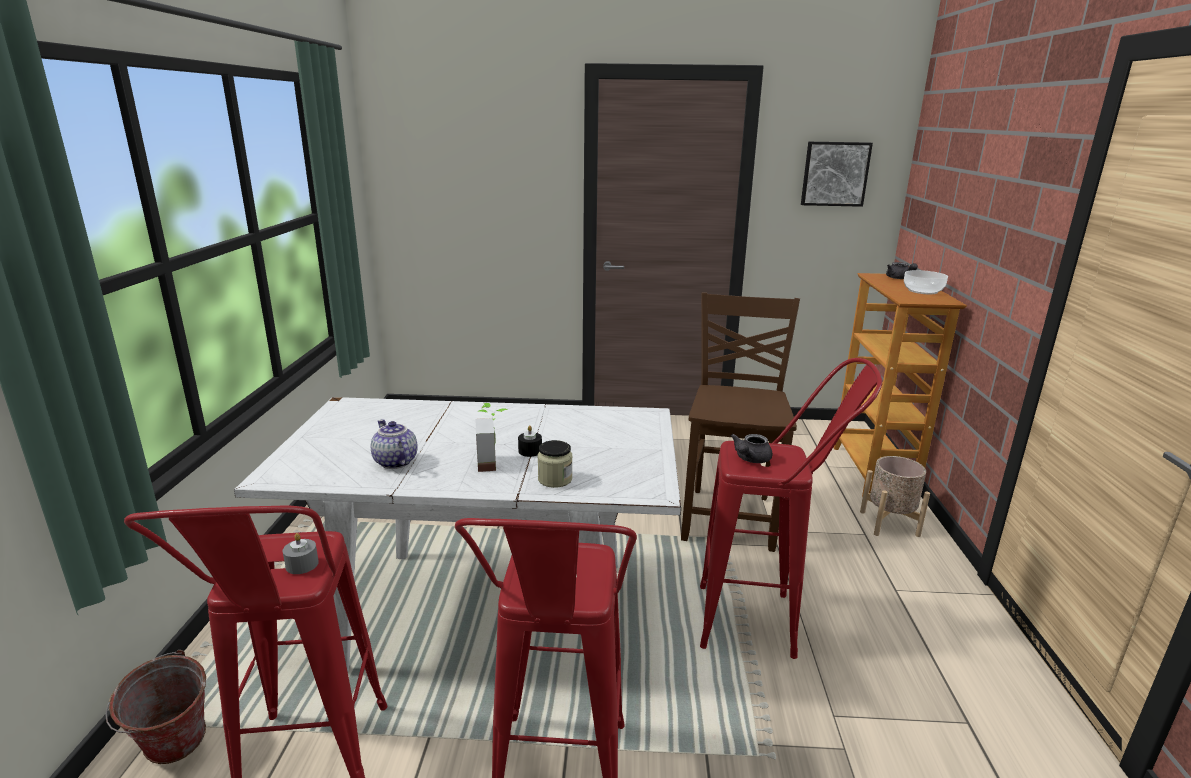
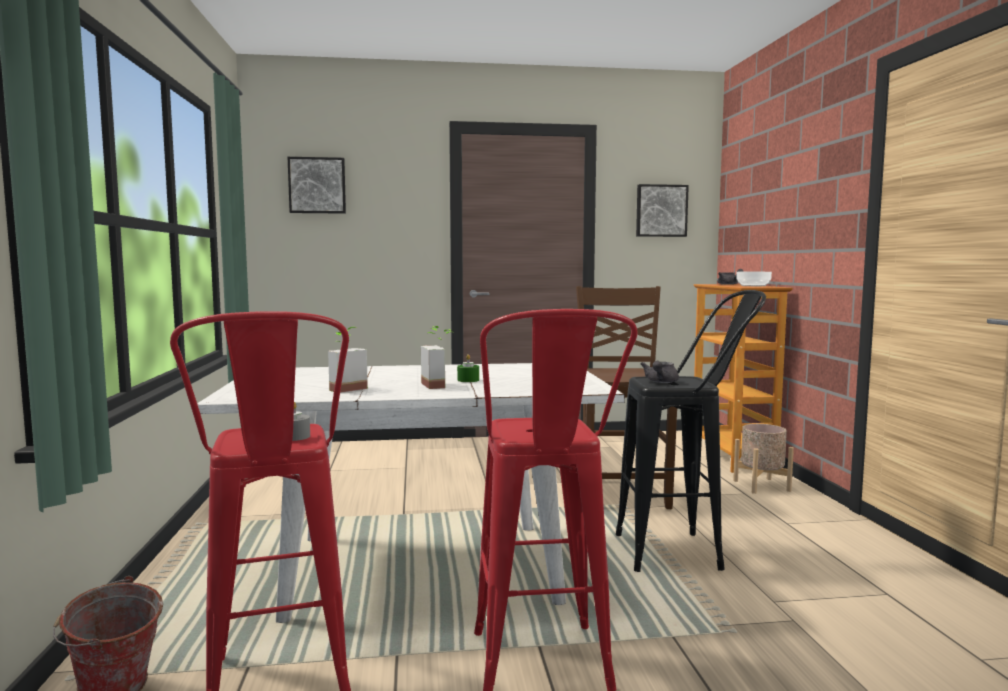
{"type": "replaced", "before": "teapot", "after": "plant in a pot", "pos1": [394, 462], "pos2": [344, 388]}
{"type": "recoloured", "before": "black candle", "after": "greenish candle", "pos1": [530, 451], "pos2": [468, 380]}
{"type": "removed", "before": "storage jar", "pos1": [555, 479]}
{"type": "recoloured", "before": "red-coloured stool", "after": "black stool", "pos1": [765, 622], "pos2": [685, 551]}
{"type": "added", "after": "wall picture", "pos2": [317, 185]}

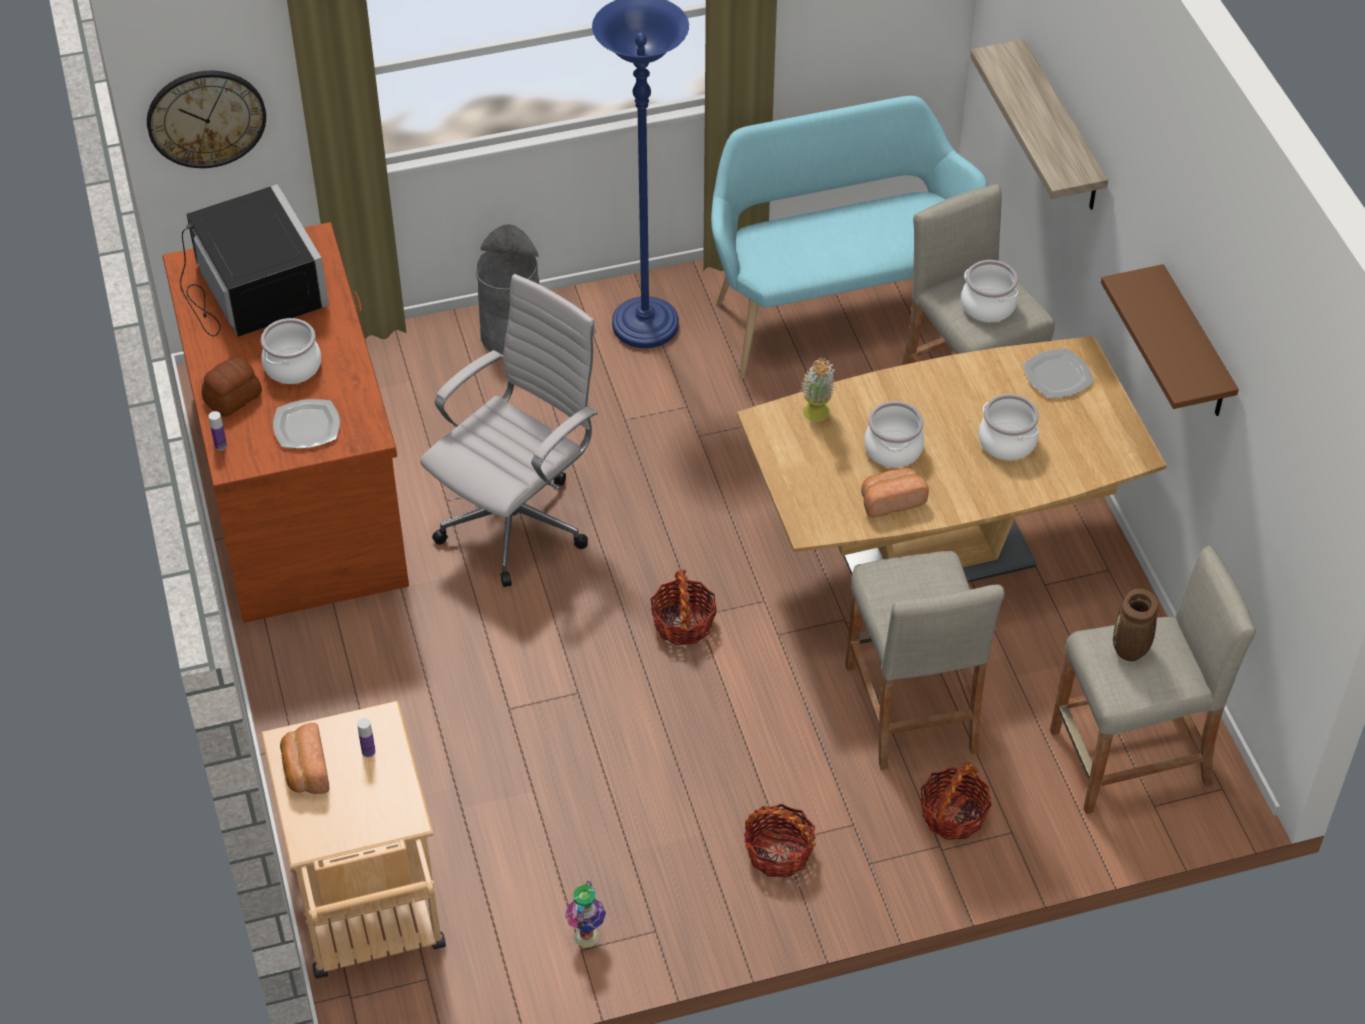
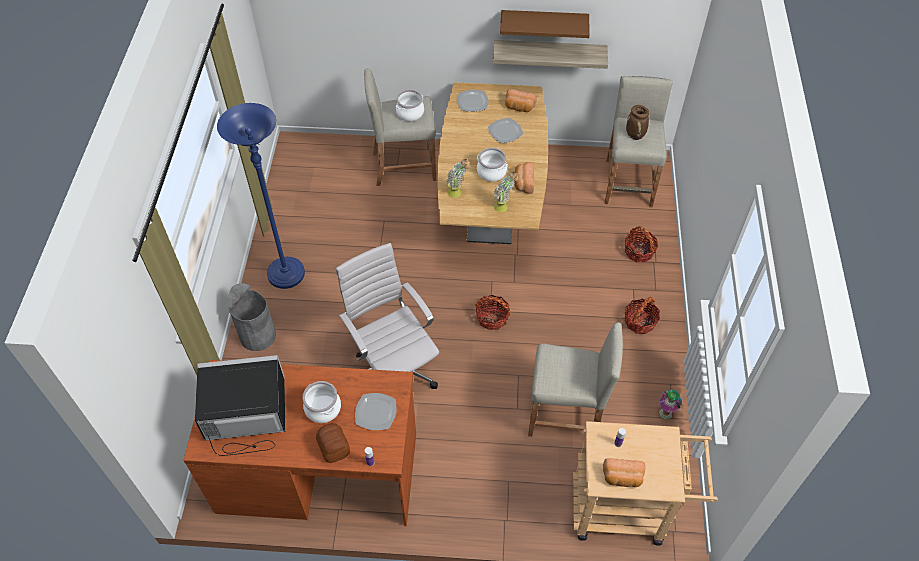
{"type": "removed", "before": "clock on the wall", "pos1": [206, 118]}
{"type": "removed", "before": "turquoise bench", "pos1": [839, 309]}
{"type": "moved", "before": "sand-coloured stool", "pos1": [910, 708], "pos2": [566, 415]}
{"type": "moved", "before": "shelf", "pos1": [1061, 129], "pos2": [549, 53]}
{"type": "replaced", "before": "cooking pot", "after": "dinner plate", "pos1": [1006, 442], "pos2": [505, 132]}
{"type": "added", "after": "plant in a pot", "pos2": [504, 207]}
{"type": "added", "after": "bread", "pos2": [519, 107]}

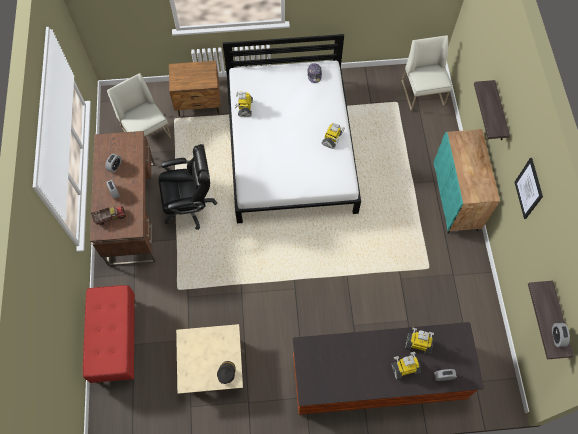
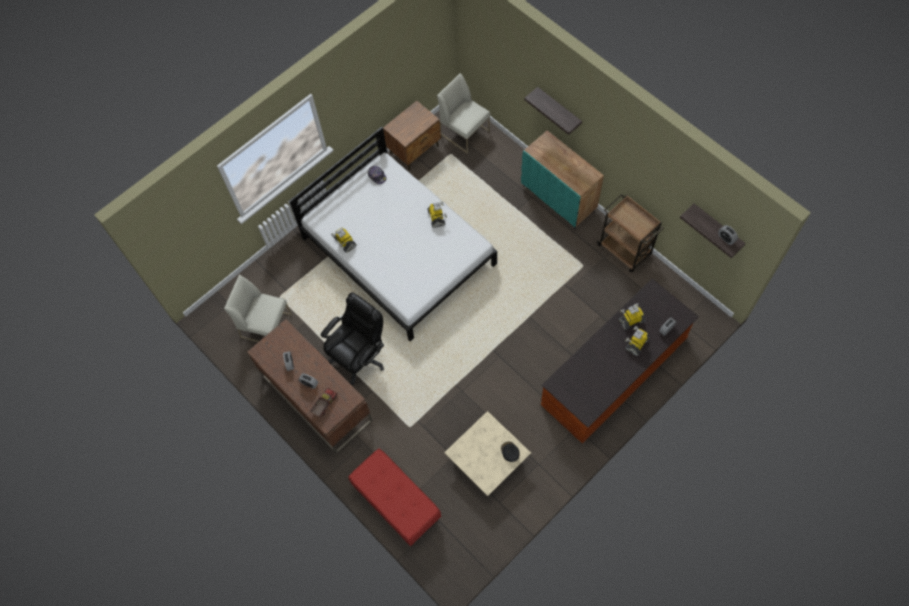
{"type": "moved", "before": "brown night table", "pos1": [199, 103], "pos2": [414, 150]}
{"type": "removed", "before": "wall picture", "pos1": [529, 188]}
{"type": "added", "after": "brown trolley", "pos2": [625, 250]}

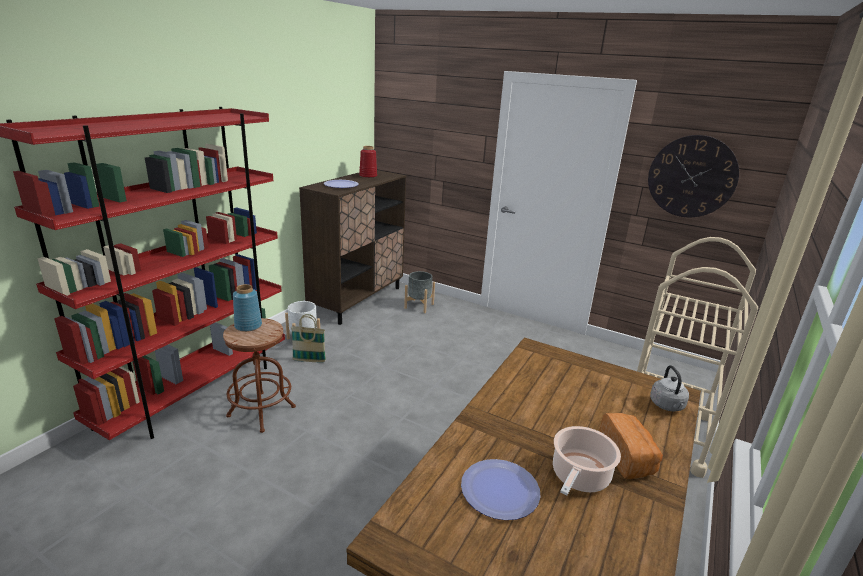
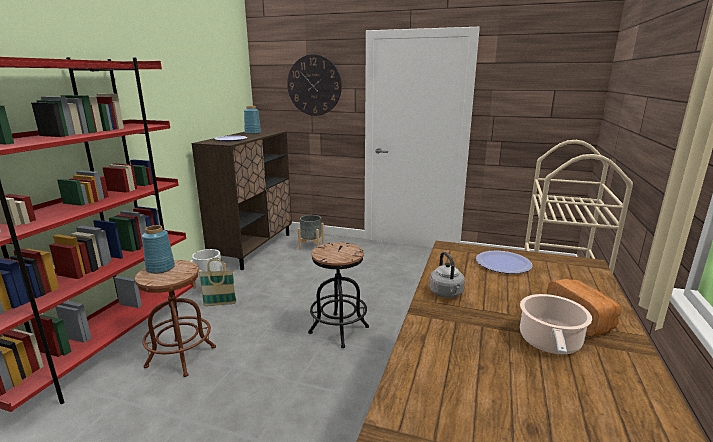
{"type": "recoloured", "before": "red-coloured decorative vase", "after": "blue-coloured decorative vase", "pos1": [368, 176], "pos2": [252, 133]}
{"type": "moved", "before": "dinner plate", "pos1": [499, 490], "pos2": [503, 263]}
{"type": "moved", "before": "clock on the wall", "pos1": [691, 177], "pos2": [314, 85]}
{"type": "moved", "before": "greyish water kettle", "pos1": [667, 406], "pos2": [447, 294]}
{"type": "added", "after": "black stool", "pos2": [338, 330]}

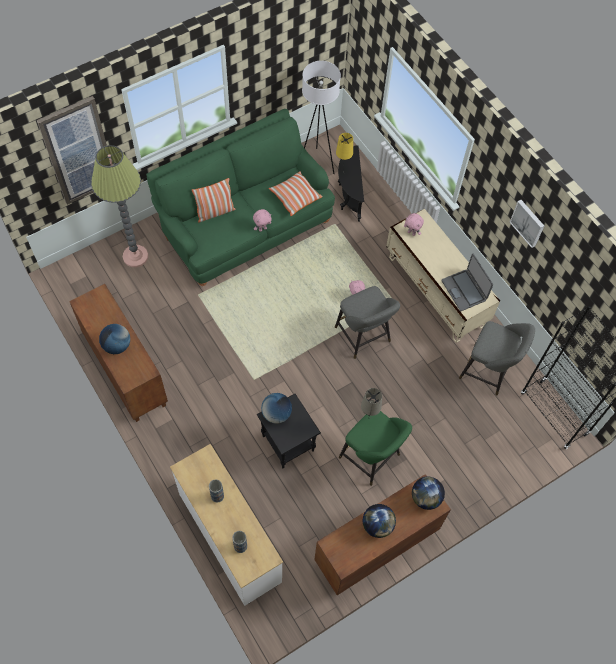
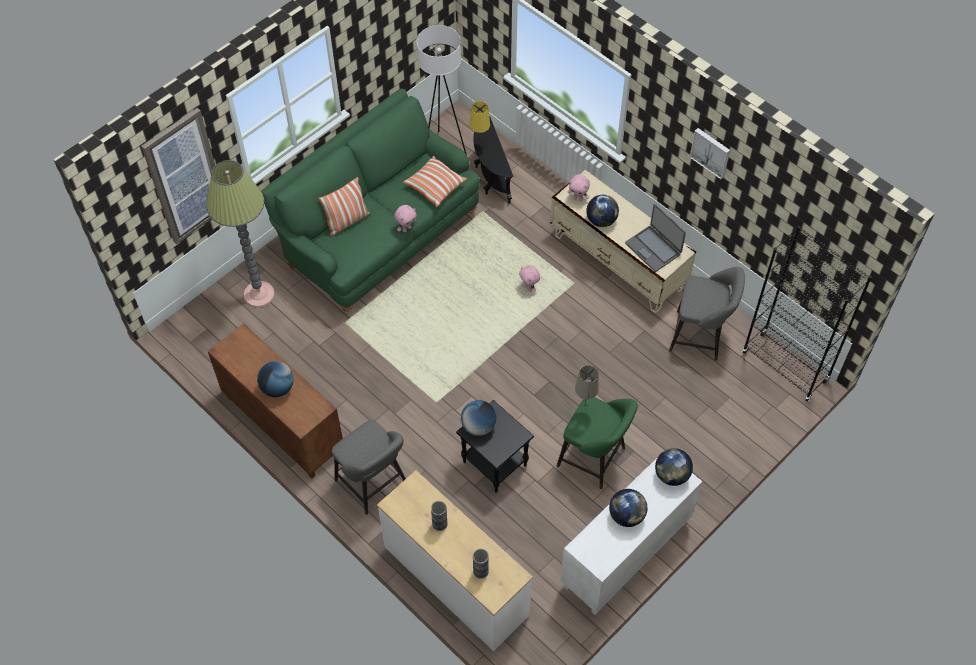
{"type": "recoloured", "before": "brown cupboard", "after": "white-coloured cupboard", "pos1": [376, 548], "pos2": [625, 555]}
{"type": "moved", "before": "greyish stool", "pos1": [364, 337], "pos2": [373, 484]}
{"type": "added", "after": "world globe", "pos2": [601, 220]}

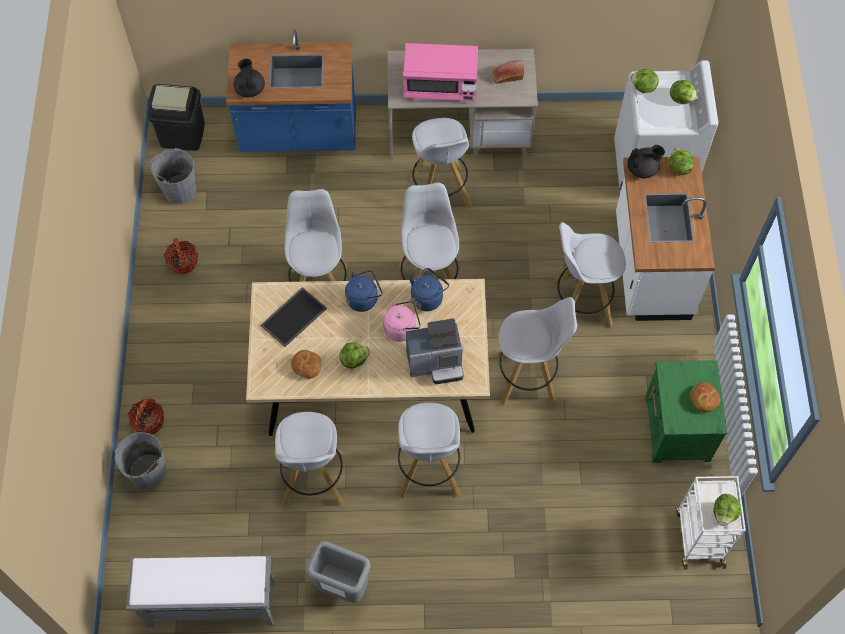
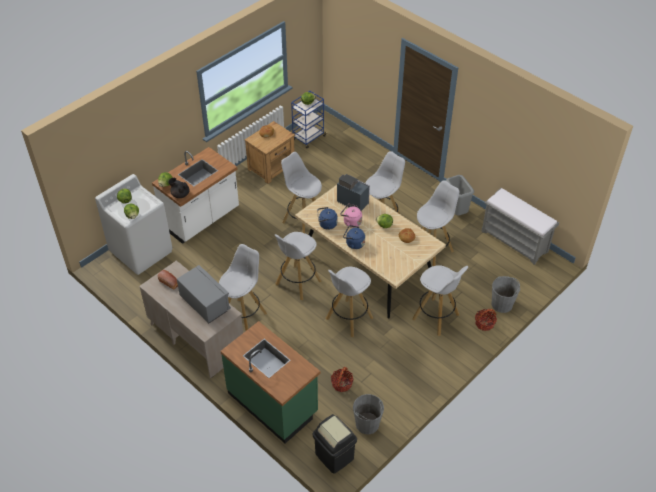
{"type": "moved", "before": "storage basket", "pos1": [183, 262], "pos2": [342, 384]}
{"type": "recoloured", "before": "blue-coloured kitchen base unit", "after": "greenish kitchen base unit", "pos1": [298, 134], "pos2": [273, 402]}
{"type": "removed", "before": "black teapot", "pos1": [250, 89]}
{"type": "removed", "before": "tray", "pos1": [293, 316]}
{"type": "recoloured", "before": "pink microwave", "after": "greyish microwave", "pos1": [440, 86], "pos2": [205, 303]}
{"type": "moved", "before": "white-coloured stool", "pos1": [580, 303], "pos2": [436, 317]}
{"type": "recoloured", "before": "greenish night table", "after": "brown night table", "pos1": [676, 429], "pos2": [272, 167]}
{"type": "recoloured", "before": "white-coloured trolley", "after": "blue-coloured trolley", "pos1": [699, 536], "pos2": [308, 138]}

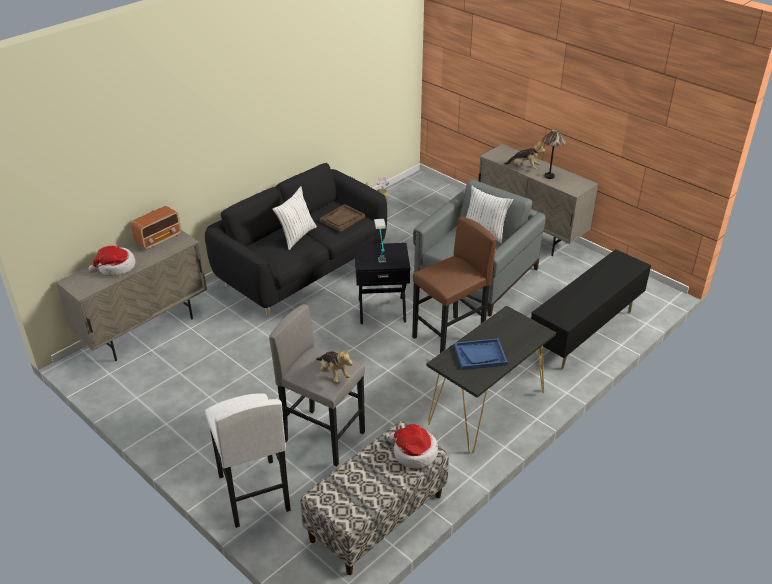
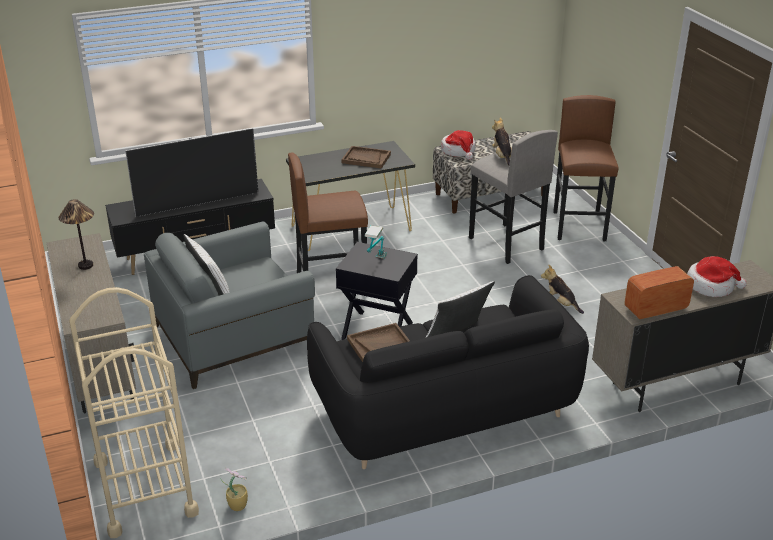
{"type": "recoloured", "before": "white-coloured stool", "after": "brown stool", "pos1": [253, 493], "pos2": [579, 226]}
{"type": "recoloured", "before": "blue-coloured tray", "after": "brown tray", "pos1": [480, 355], "pos2": [366, 158]}
{"type": "moved", "before": "soft toy", "pos1": [524, 167], "pos2": [560, 303]}
{"type": "added", "after": "sand-coloured trolley", "pos2": [144, 488]}
{"type": "added", "after": "TV set", "pos2": [198, 204]}

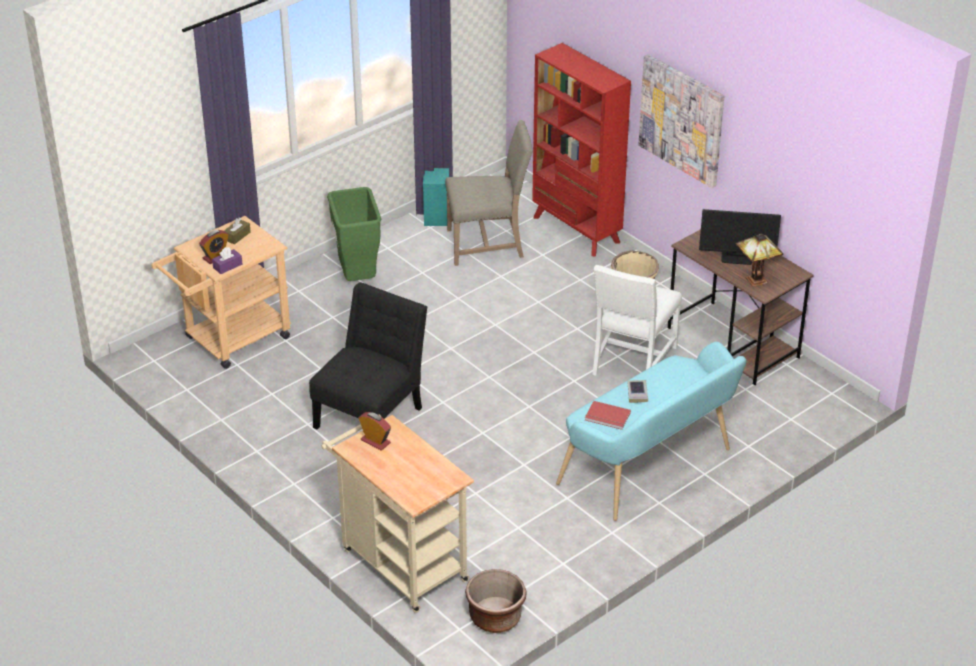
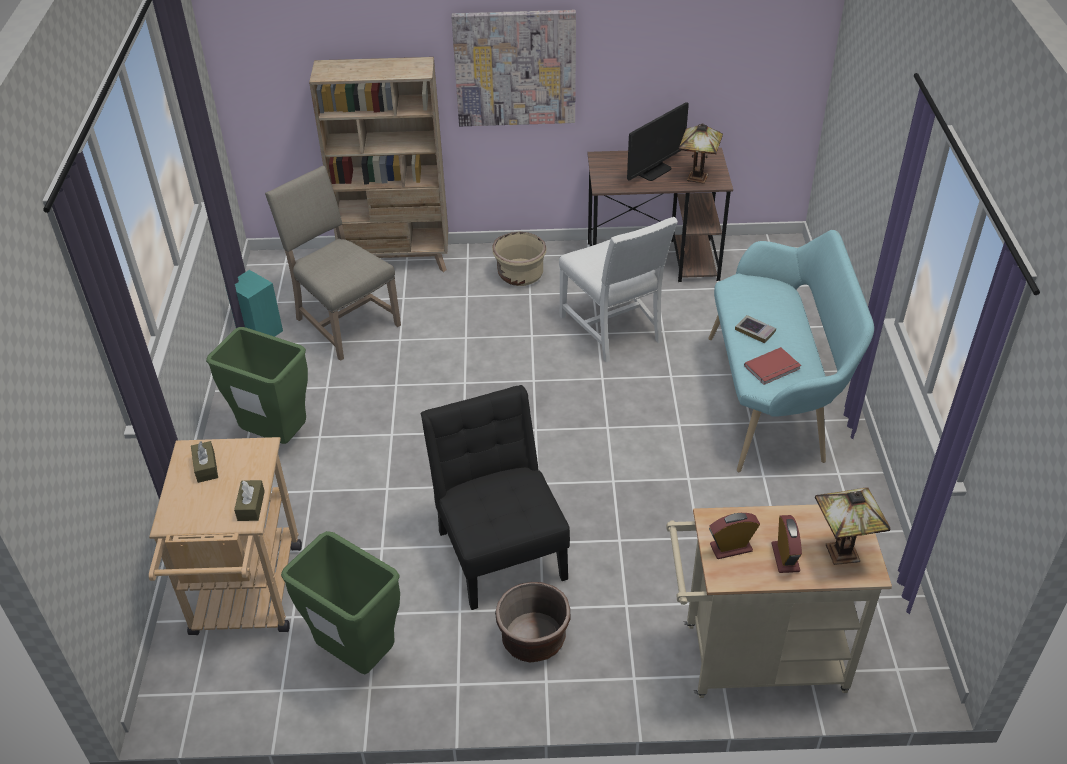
{"type": "moved", "before": "bedside clock", "pos1": [216, 257], "pos2": [785, 557]}
{"type": "recoloured", "before": "purple-coloured tissue holder", "after": "brown tissue holder", "pos1": [227, 266], "pos2": [251, 506]}
{"type": "turned", "before": "sand-coloured plain chair", "pos1": [488, 244], "pos2": [344, 322], "turn": -75}
{"type": "moved", "before": "brown flower pot", "pos1": [495, 618], "pos2": [533, 640]}
{"type": "recoloured", "before": "red-coloured bookcase", "after": "sand-coloured bookcase", "pos1": [576, 230], "pos2": [396, 260]}
{"type": "added", "after": "greenish rubbish bin", "pos2": [356, 656]}
{"type": "added", "after": "lamp for a table", "pos2": [840, 554]}

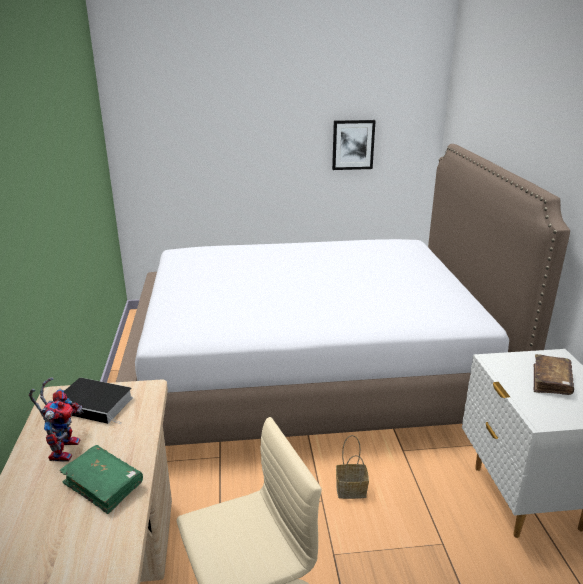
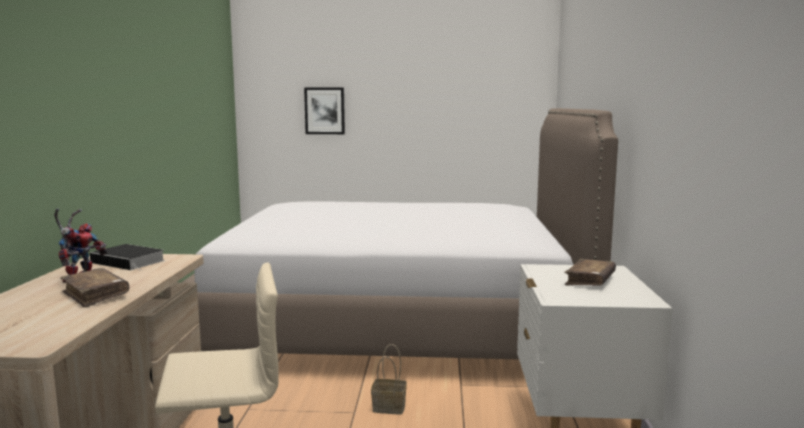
{"type": "recoloured", "before": "greenish bound book", "after": "brown bound book", "pos1": [103, 484], "pos2": [95, 295]}
{"type": "moved", "before": "wall picture", "pos1": [353, 144], "pos2": [324, 111]}

